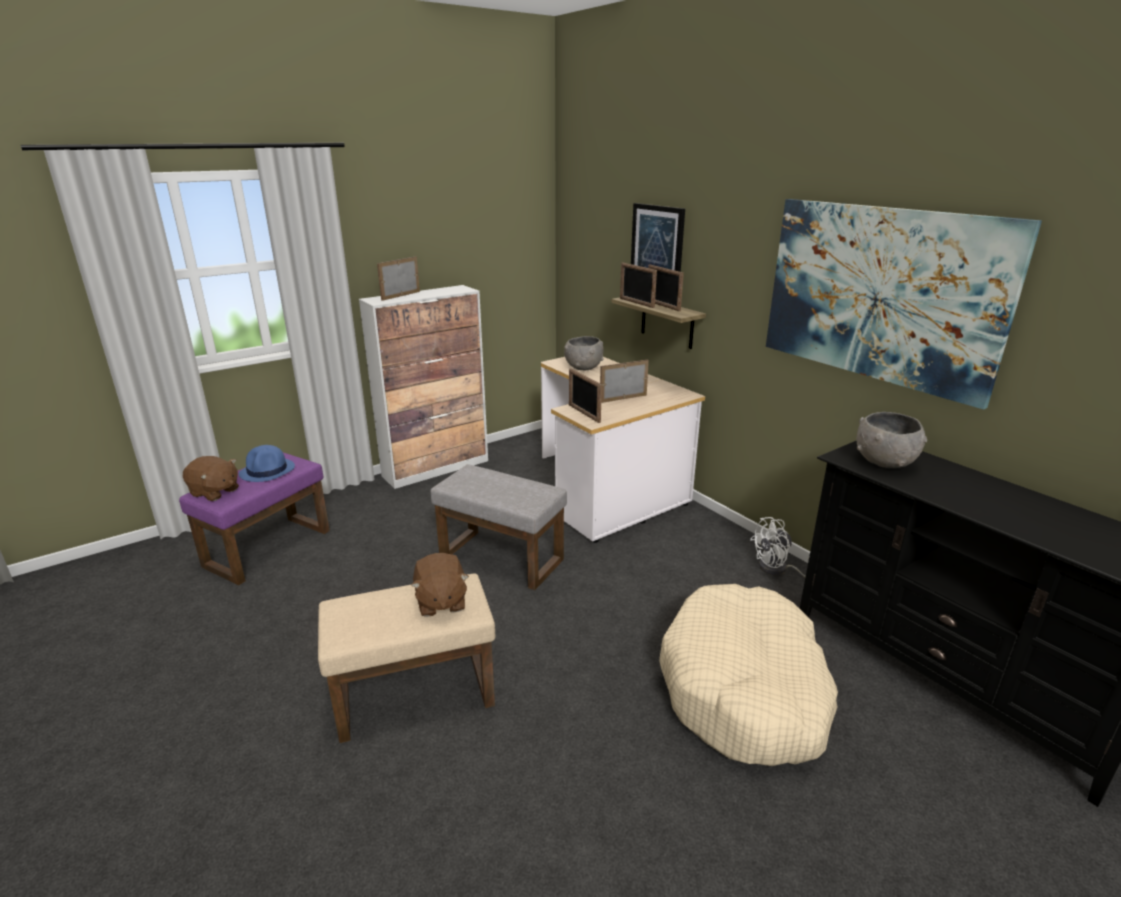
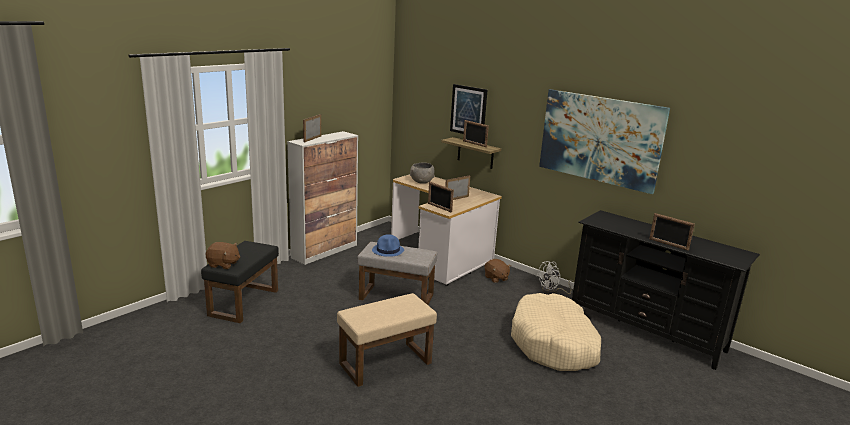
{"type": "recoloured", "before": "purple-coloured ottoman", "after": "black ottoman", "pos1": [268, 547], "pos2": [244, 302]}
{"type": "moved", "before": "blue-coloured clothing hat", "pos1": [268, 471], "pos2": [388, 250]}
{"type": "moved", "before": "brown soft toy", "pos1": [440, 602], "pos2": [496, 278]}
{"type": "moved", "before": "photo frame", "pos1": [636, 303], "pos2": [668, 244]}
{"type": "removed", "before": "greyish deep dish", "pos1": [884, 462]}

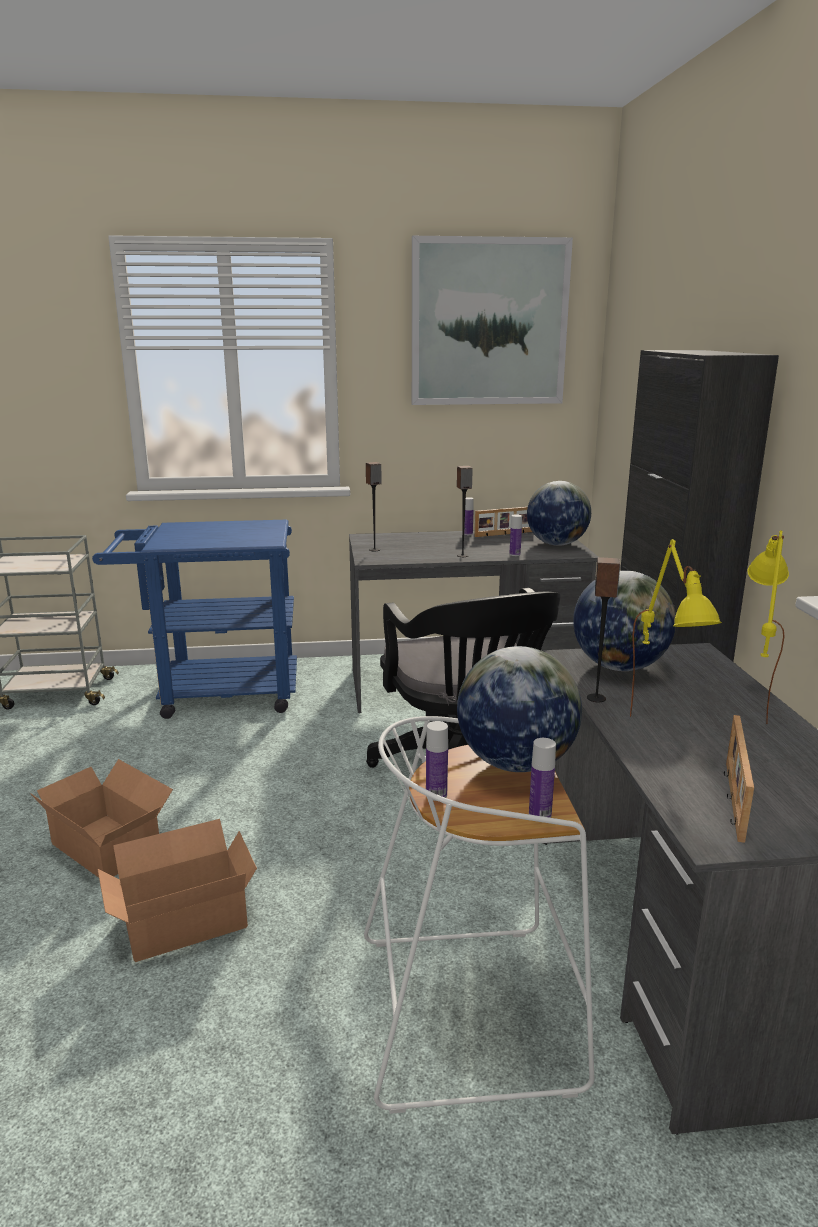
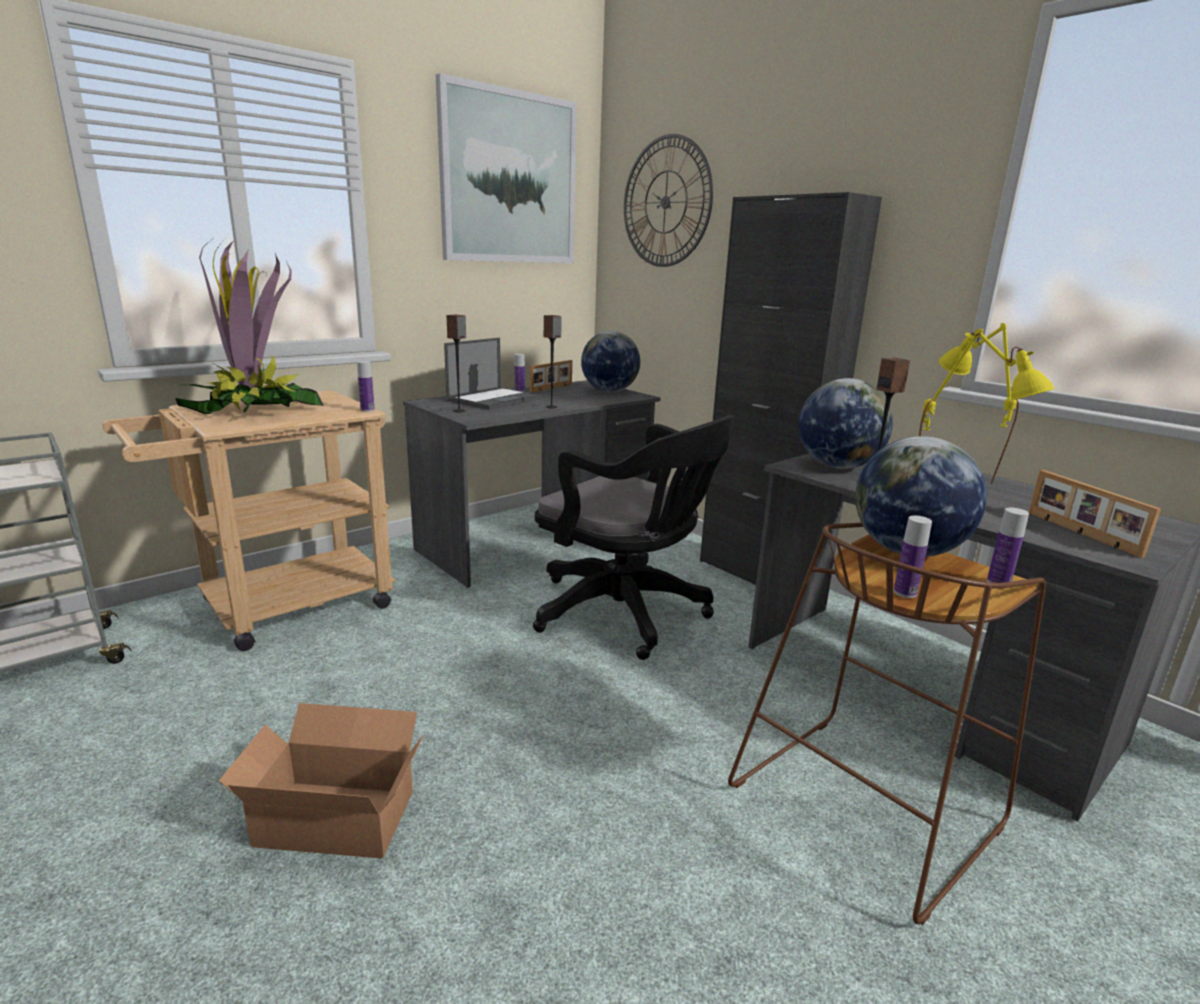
{"type": "recoloured", "before": "blue-coloured trolley", "after": "sand-coloured trolley", "pos1": [215, 693], "pos2": [280, 608]}
{"type": "removed", "before": "cardboard box", "pos1": [181, 919]}
{"type": "recoloured", "before": "white-coloured stool", "after": "brown stool", "pos1": [471, 1009], "pos2": [864, 802]}
{"type": "moved", "before": "drink bottle", "pos1": [514, 554], "pos2": [367, 410]}
{"type": "added", "after": "plant in a pot", "pos2": [254, 410]}
{"type": "added", "after": "laptop", "pos2": [495, 399]}
{"type": "added", "after": "clock on the wall", "pos2": [666, 202]}

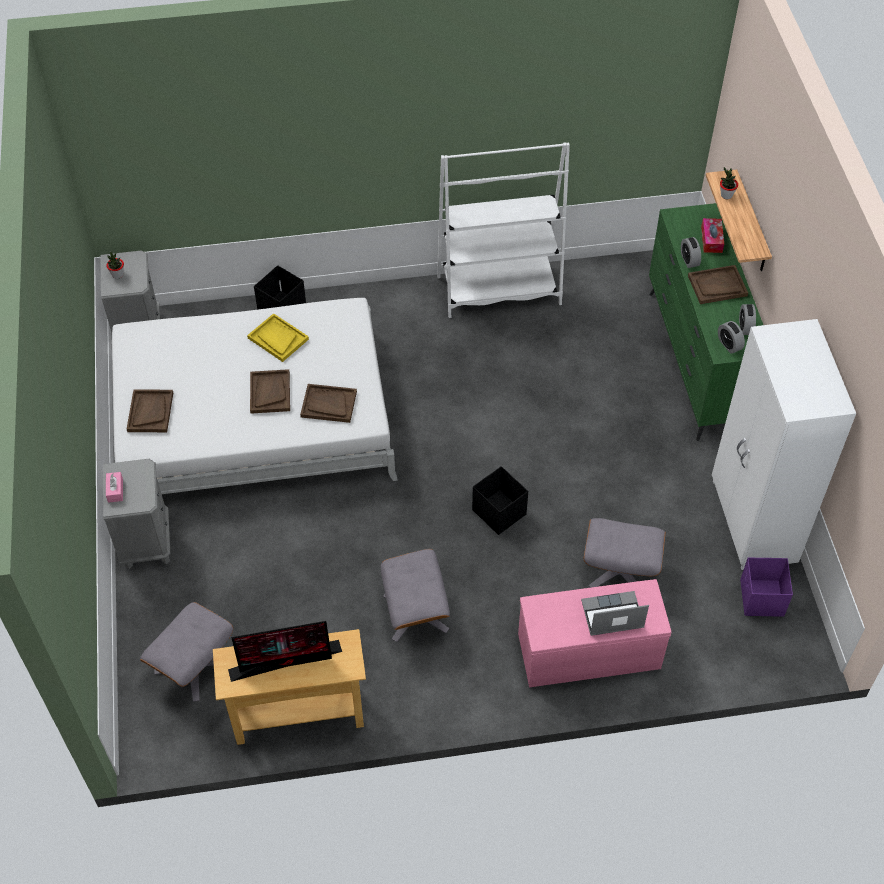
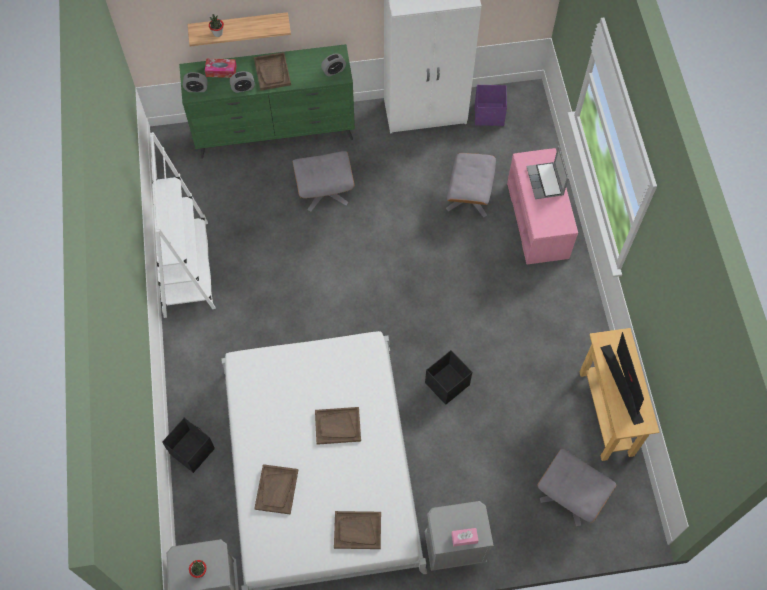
{"type": "removed", "before": "yellow tray", "pos1": [278, 339]}
{"type": "moved", "before": "brown tray", "pos1": [328, 404], "pos2": [276, 490]}
{"type": "moved", "before": "greyish ottoman", "pos1": [416, 612], "pos2": [325, 191]}
{"type": "moved", "before": "black storage container", "pos1": [499, 511], "pos2": [446, 384]}
{"type": "moved", "before": "bedside clock", "pos1": [745, 327], "pos2": [196, 88]}

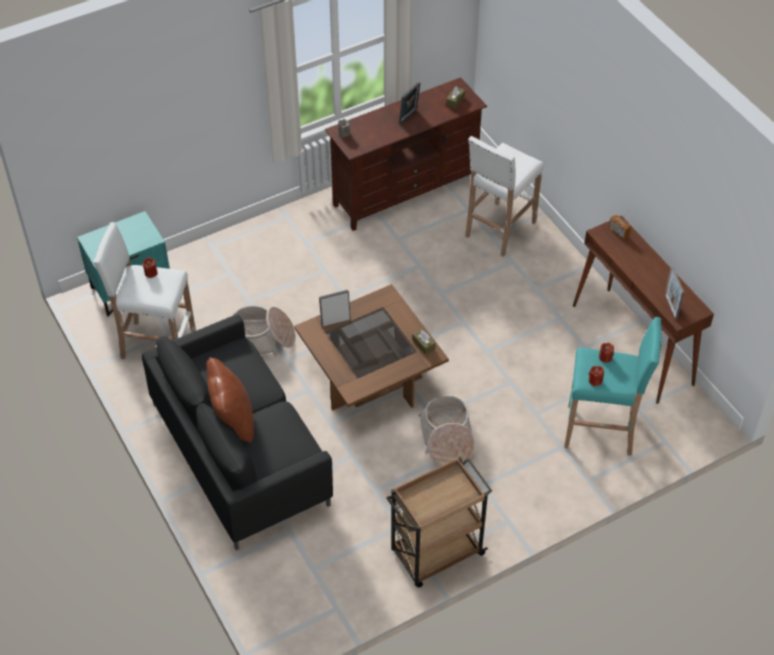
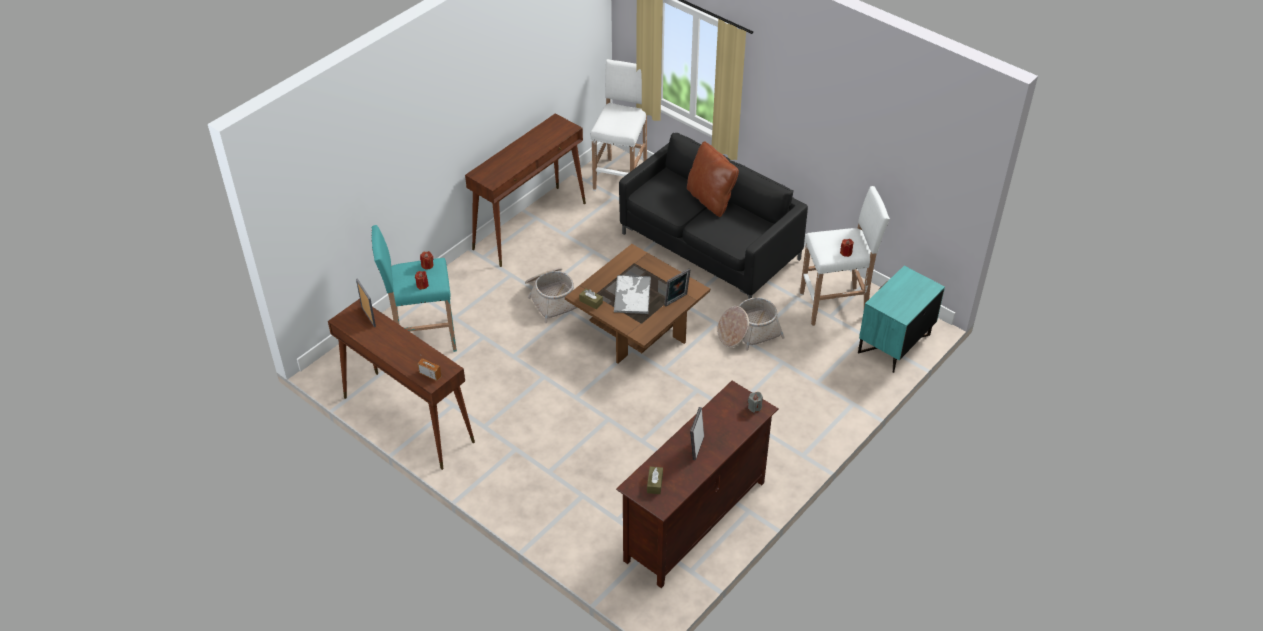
{"type": "replaced", "before": "brown trolley", "after": "brown hall table", "pos1": [436, 553], "pos2": [530, 225]}
{"type": "moved", "before": "white-coloured stool", "pos1": [499, 230], "pos2": [621, 177]}
{"type": "added", "after": "tray", "pos2": [632, 294]}

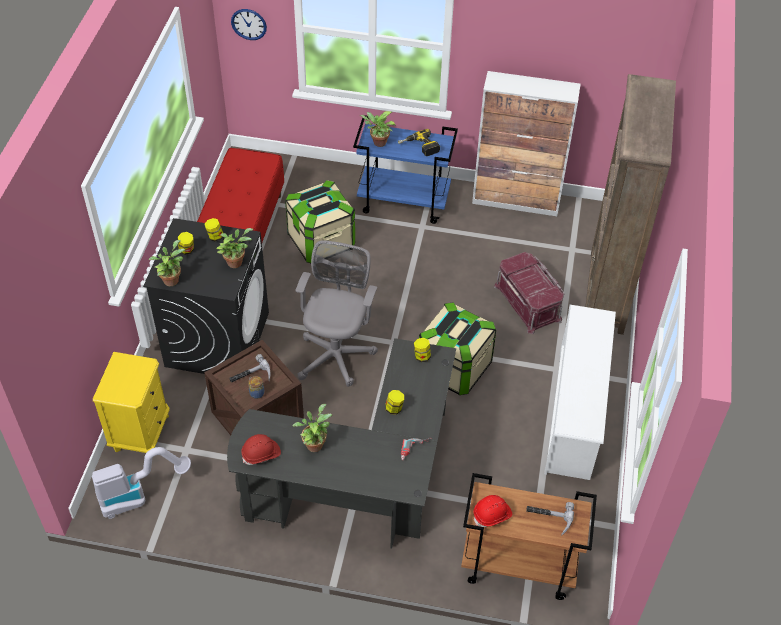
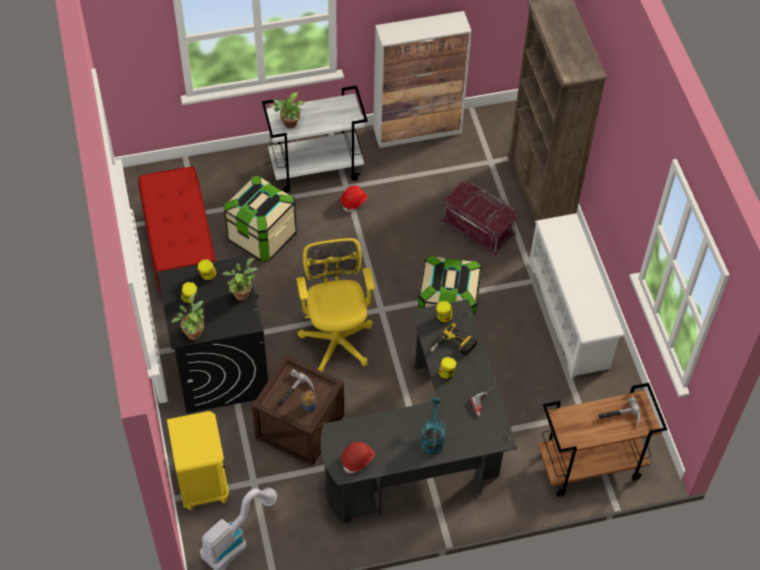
{"type": "removed", "before": "clock on the wall", "pos1": [249, 24]}
{"type": "removed", "before": "plant in a pot", "pos1": [314, 443]}
{"type": "recoloured", "before": "greyish office chair", "after": "yellow office chair", "pos1": [336, 353], "pos2": [336, 339]}
{"type": "recoloured", "before": "blue-coloured trolley", "after": "white-coloured trolley", "pos1": [404, 202], "pos2": [317, 168]}
{"type": "moved", "before": "power drill", "pos1": [419, 147], "pos2": [453, 347]}
{"type": "moved", "before": "red-coloured safety helmet", "pos1": [492, 515], "pos2": [354, 201]}
{"type": "added", "after": "turquoise sprinkling can", "pos2": [432, 438]}

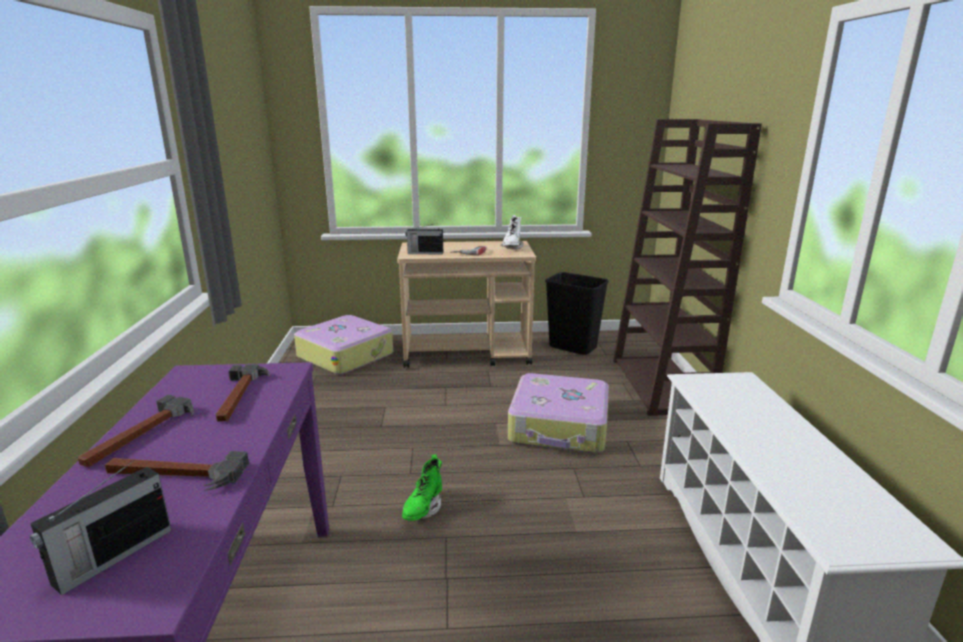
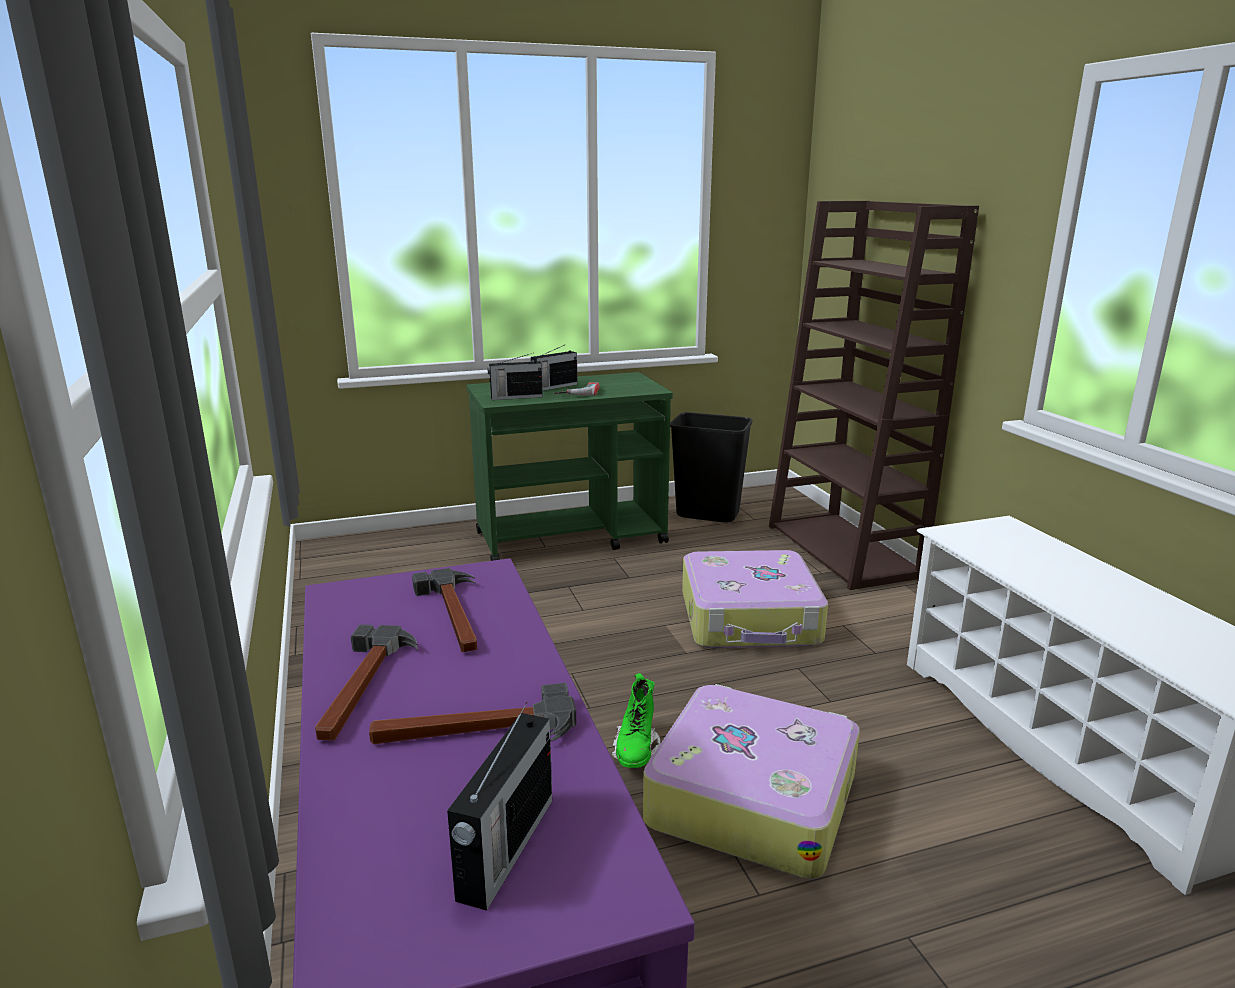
{"type": "moved", "before": "travel case", "pos1": [346, 355], "pos2": [751, 797]}
{"type": "recoloured", "before": "sand-coloured trolley", "after": "greenish trolley", "pos1": [468, 354], "pos2": [572, 538]}
{"type": "removed", "before": "white-coloured boot", "pos1": [512, 247]}
{"type": "added", "after": "radio set", "pos2": [553, 387]}

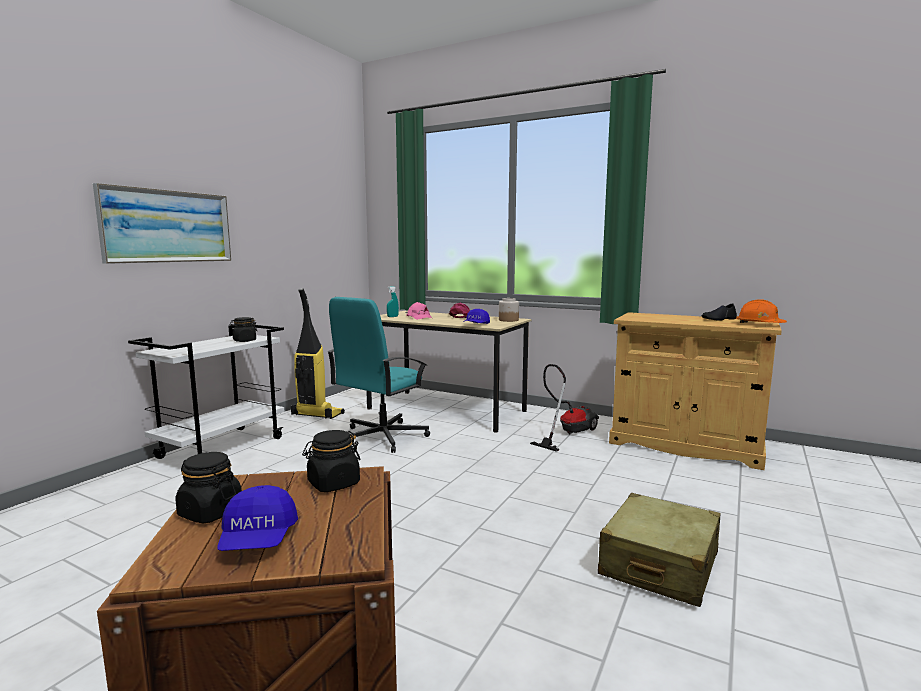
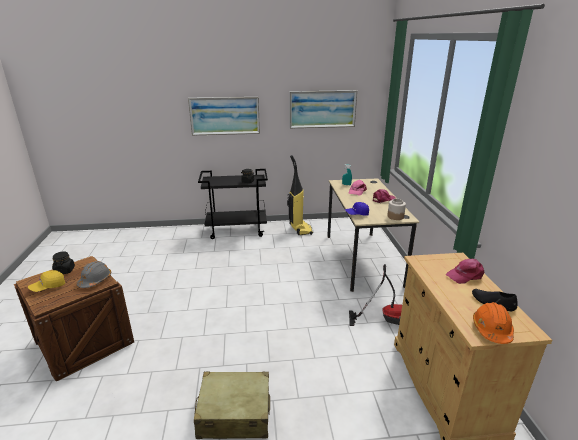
{"type": "recoloured", "before": "white-coloured trolley", "after": "black trolley", "pos1": [222, 447], "pos2": [237, 230]}
{"type": "recoloured", "before": "blue-coloured cap", "after": "yellow cap", "pos1": [258, 540], "pos2": [48, 287]}
{"type": "replaced", "before": "black storage jar", "after": "greyish safety helmet", "pos1": [333, 483], "pos2": [95, 280]}
{"type": "removed", "before": "turquoise office chair", "pos1": [381, 437]}
{"type": "added", "after": "wall picture", "pos2": [322, 109]}
{"type": "added", "after": "pink cap", "pos2": [465, 275]}

